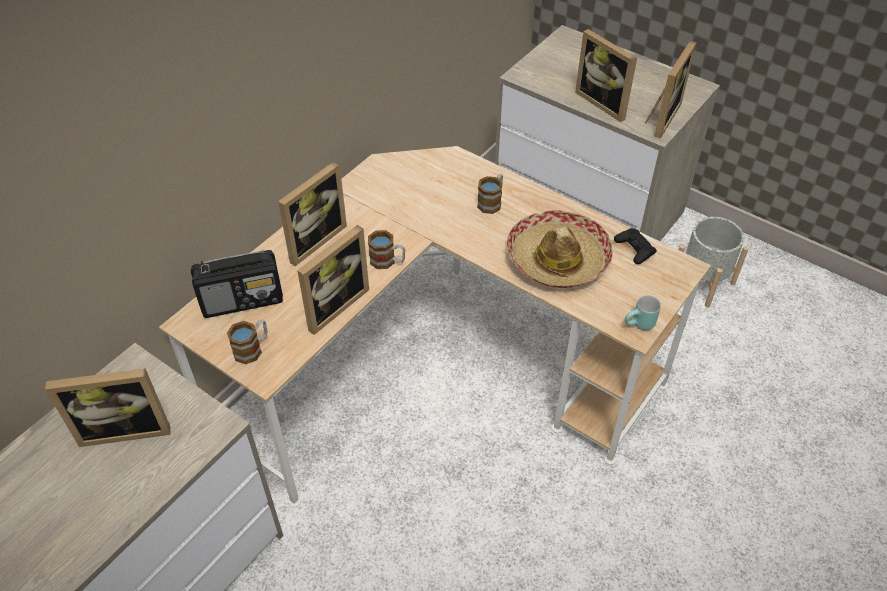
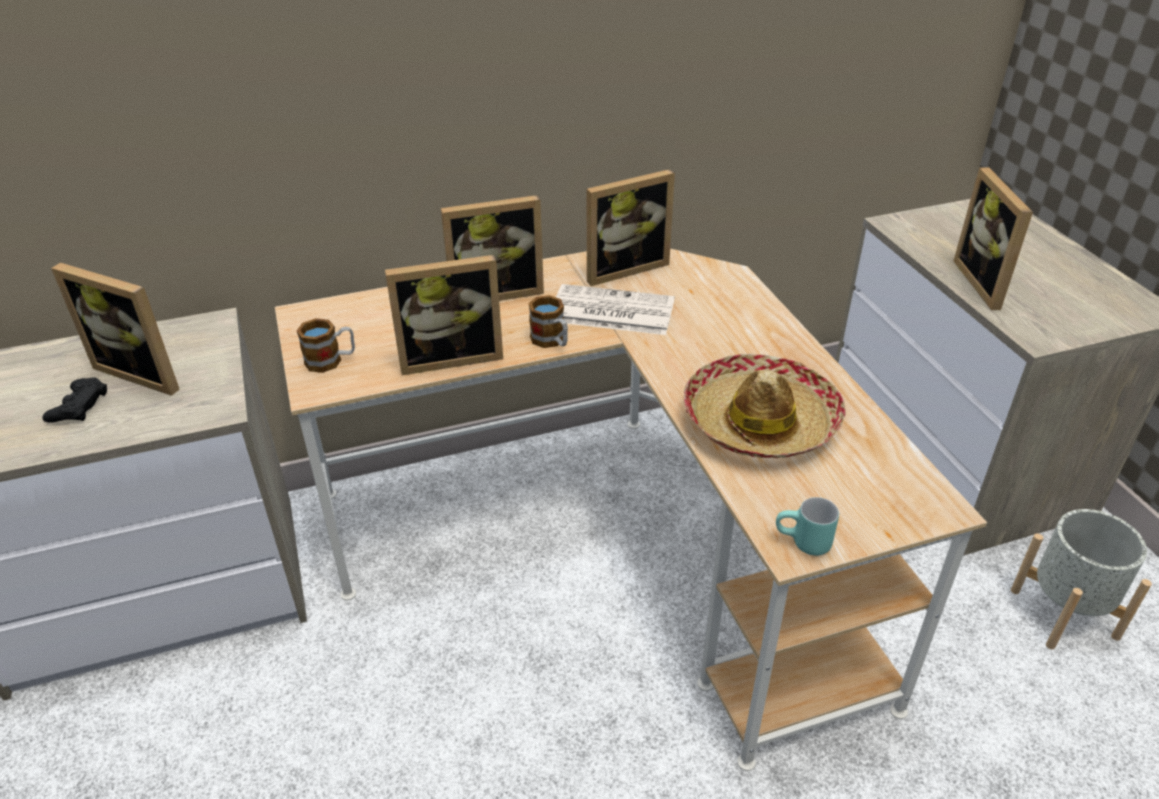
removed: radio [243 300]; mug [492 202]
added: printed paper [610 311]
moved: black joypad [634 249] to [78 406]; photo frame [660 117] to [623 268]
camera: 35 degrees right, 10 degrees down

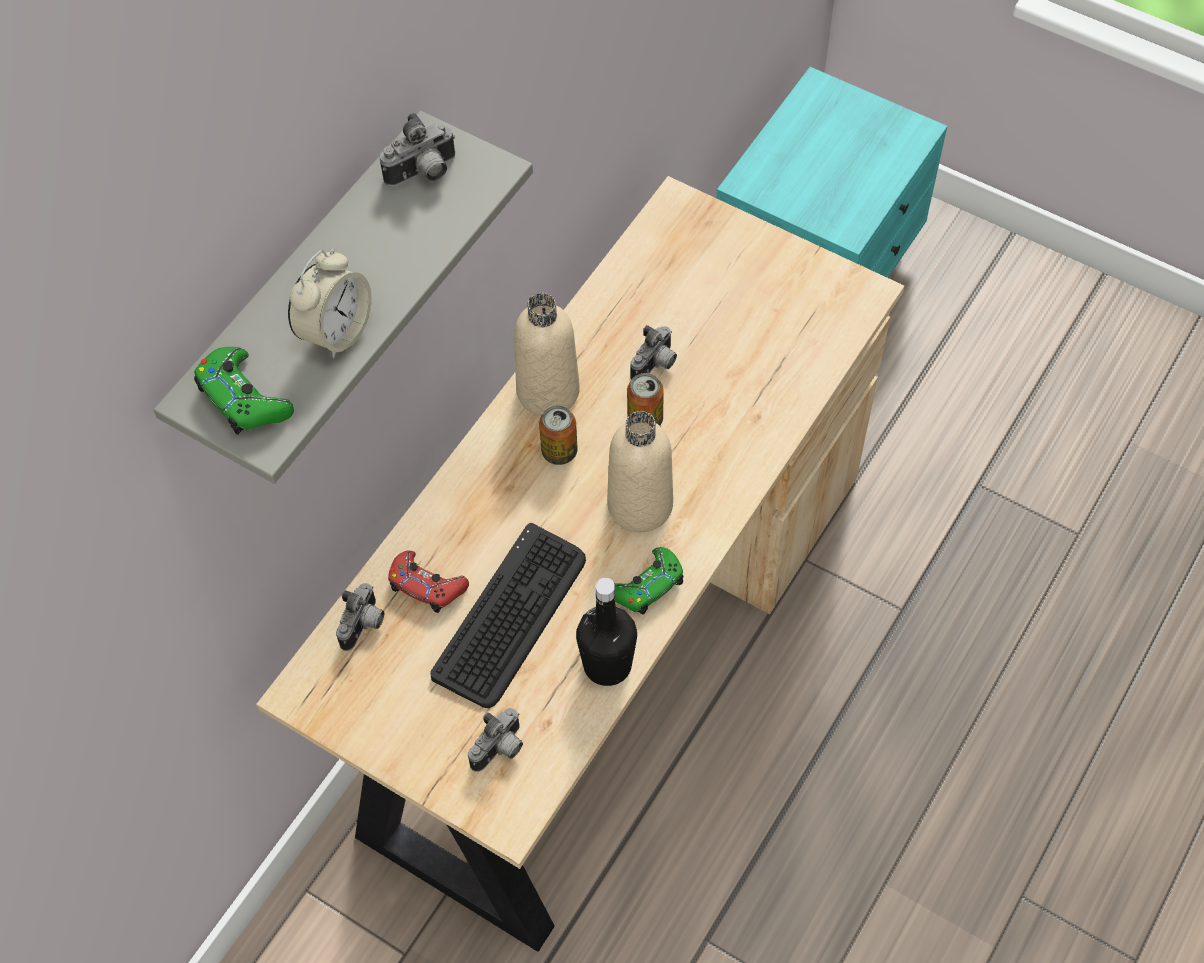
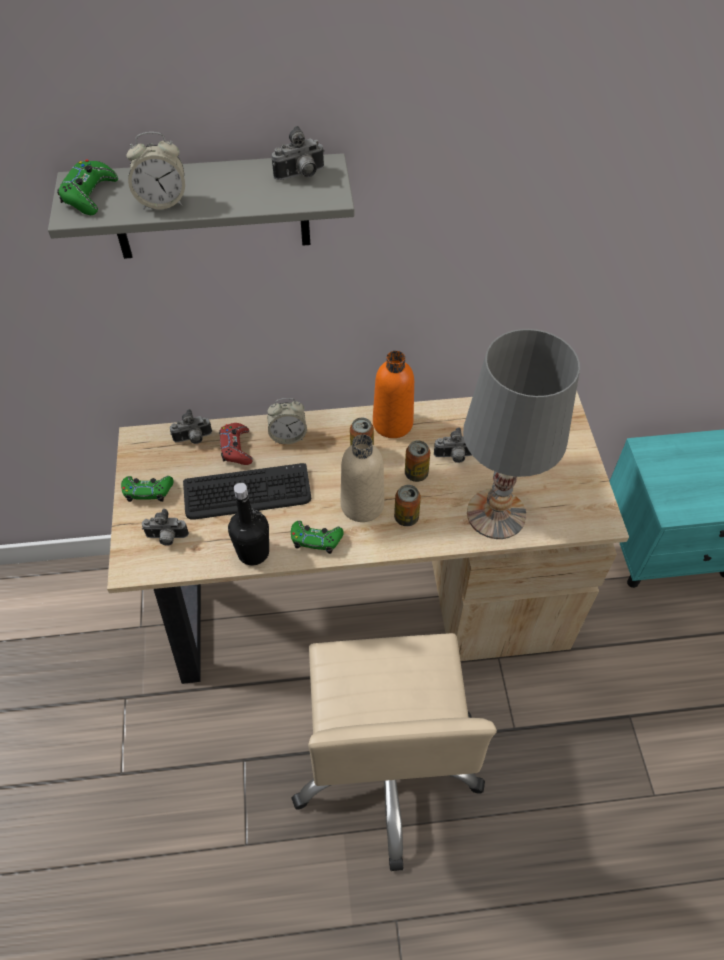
added: green-coloured joypad [148 491]; table clock [288 436]; sand-coloured office chair [387 766]; sealed can [406 517]; grey tabletop lamp [496 514]
recoloured: sand-coloured beverage bottle [548 391] to orangey beverage bottle [392 423]
turned: photo camera [423 174] = [301 176] 45 degrees counterclockwise
camera: 50 degrees right, 5 degrees down

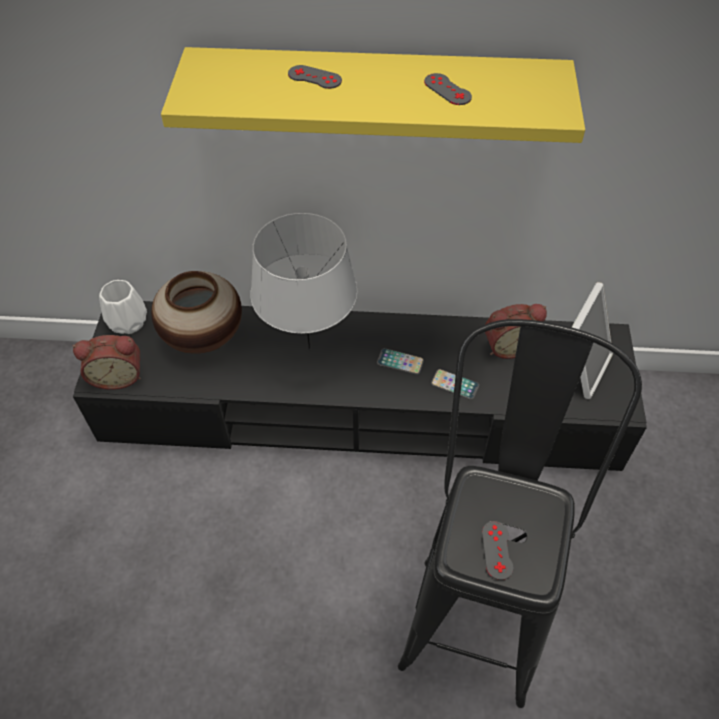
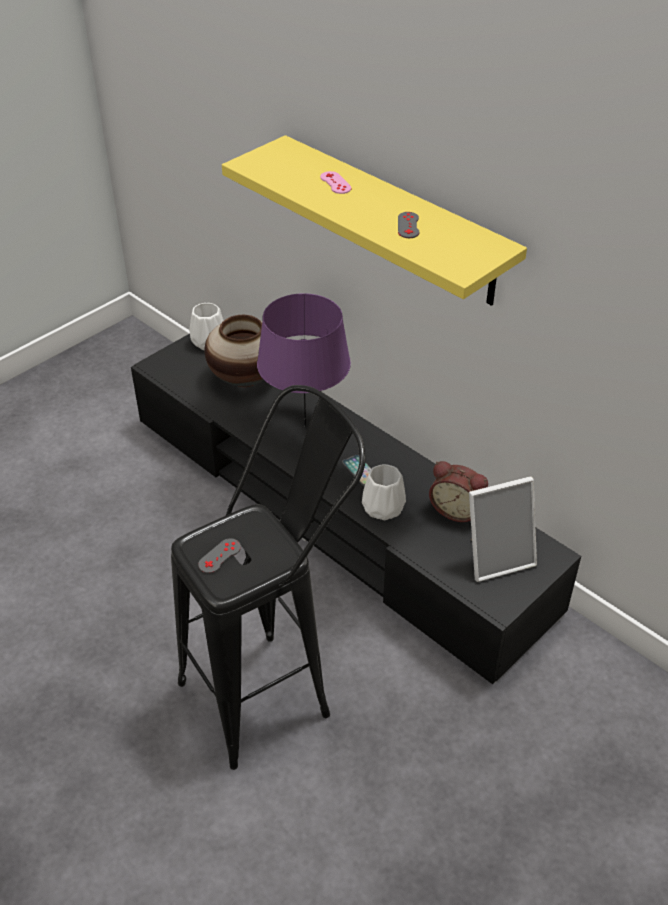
removed: table clock [118 375]
replaced: handset [454 385] to white flower vase [383 509]
recoloured: grey tabletop lamp [309 350] to purplish tabletop lamp [305 426]; grey joypad [314 77] to pink joypad [335 183]
camera: 40 degrees right, 10 degrees down

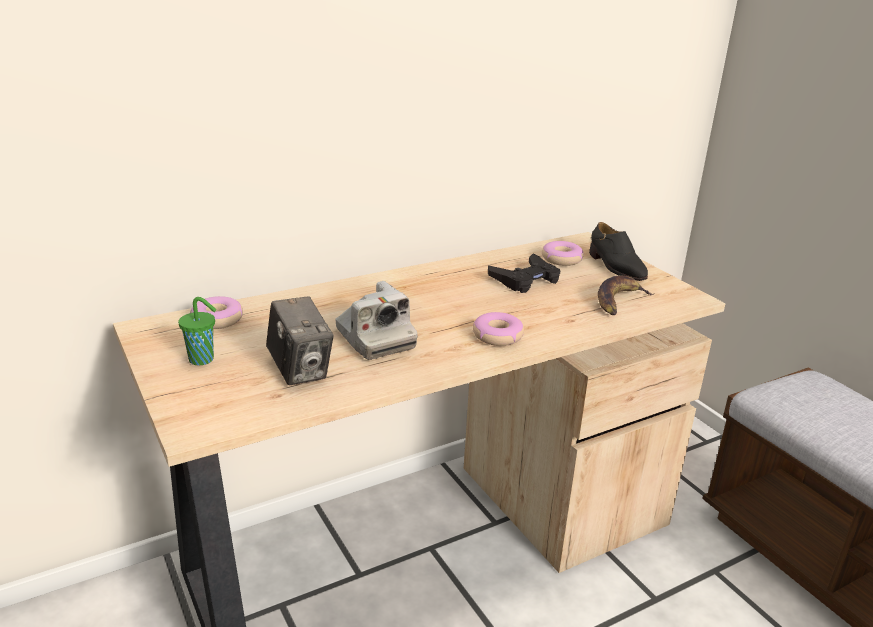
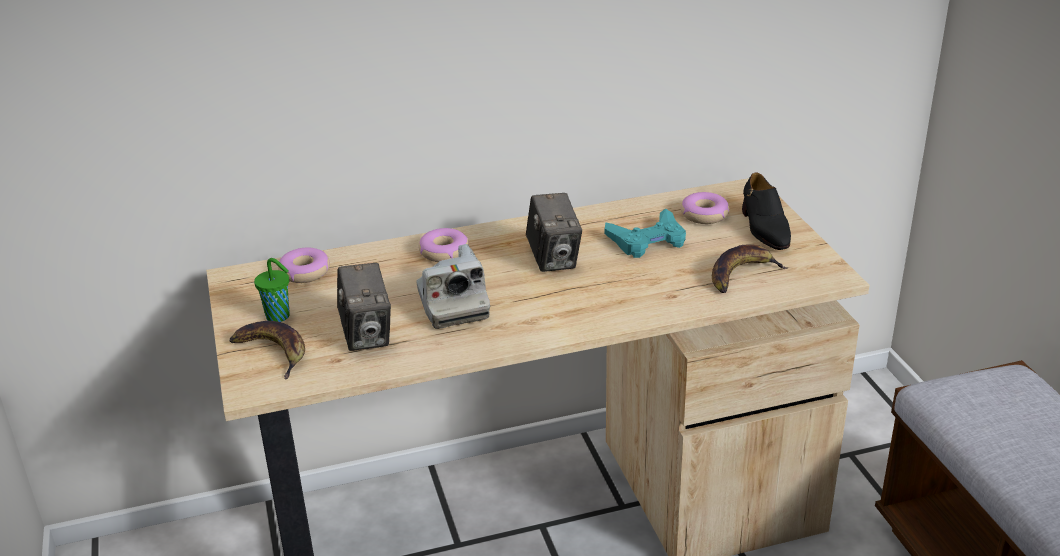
added: whole banana [273 352]; photo camera [554 259]
moved: doughnut [497 336] to [444 252]
recoloured: black joypad [525 279] to turquoise joypad [647 240]
camera: 15 degrees right, 5 degrees up

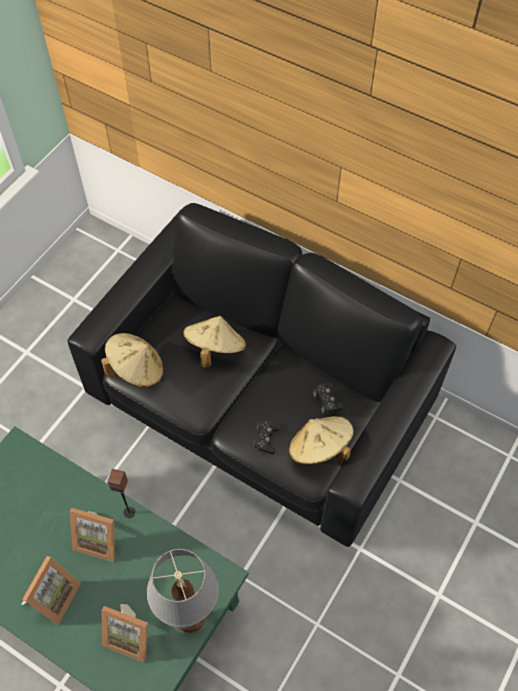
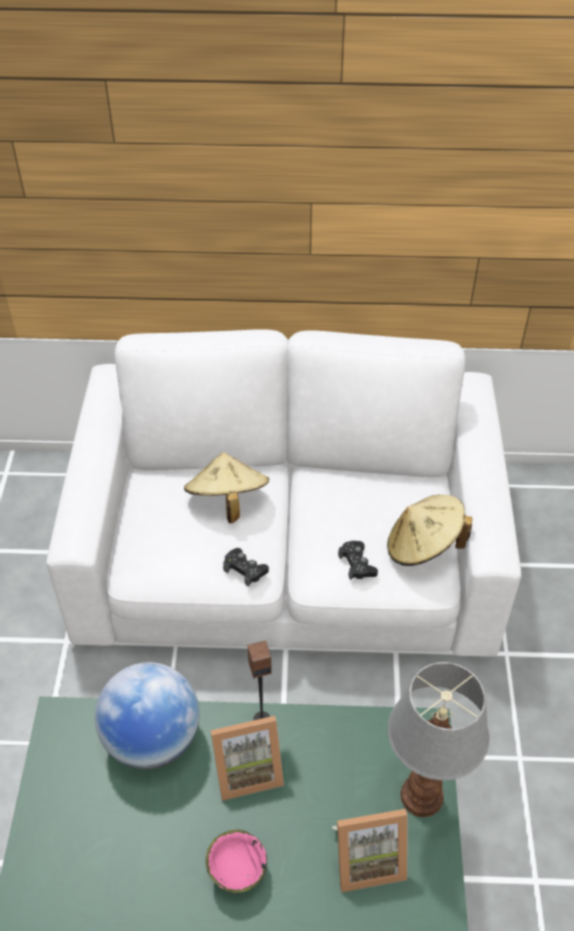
removed: sand-coloured clothing hat [136 370]
added: desk globe [152 738]
moved: black joypad [327 400] to [245 569]
replaced: photo frame [53 596] to pink deep dish [236 870]
recoloured: black sofa [259 399] to white sofa [287 555]
camera: 30 degrees left, 10 degrees down

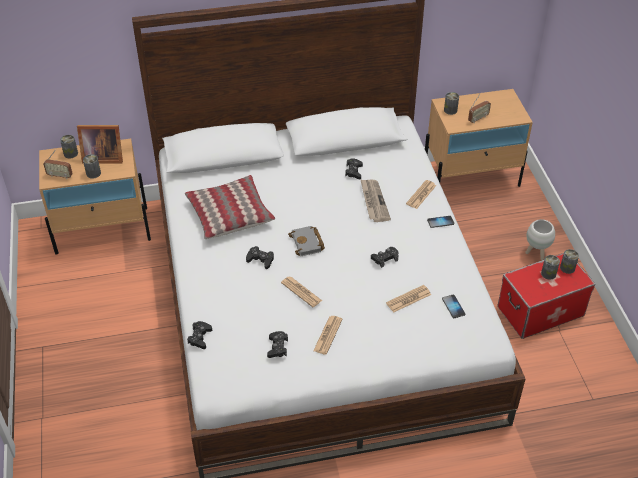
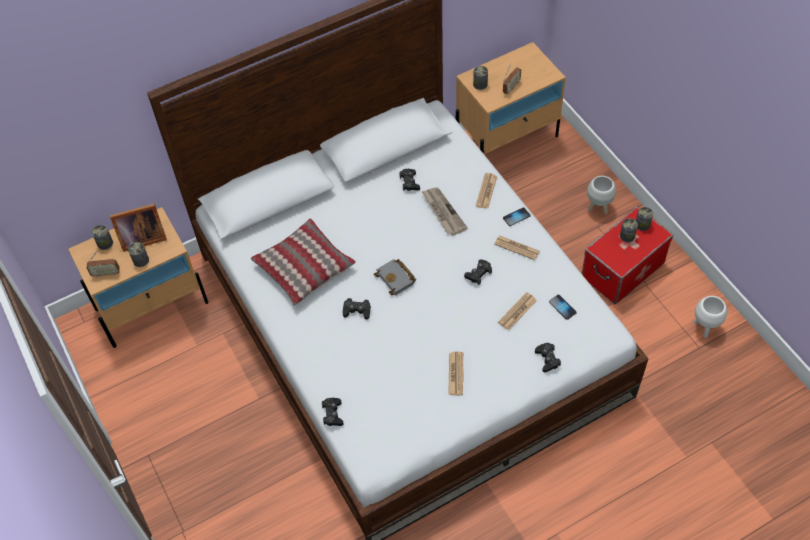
added: white flower pot [704 328]
moved: black joypad [277 347] to [547 359]; printed paper [301 292] to [517 248]
camera: 15 degrees left, 10 degrees up

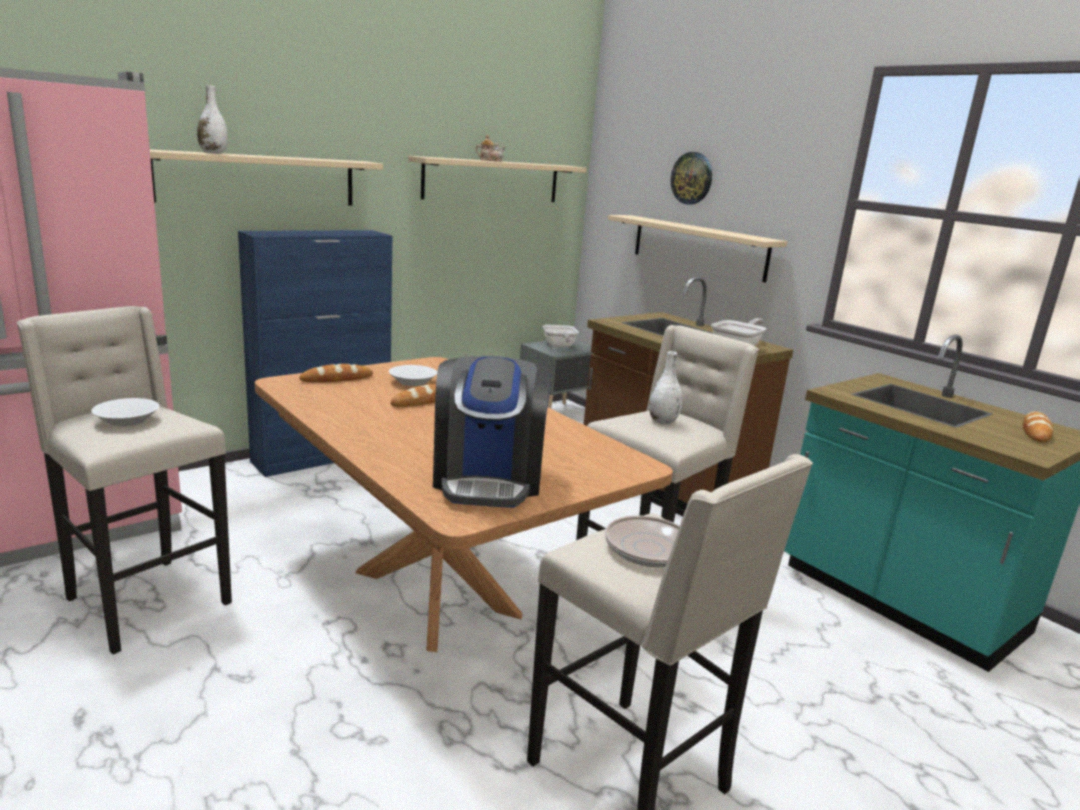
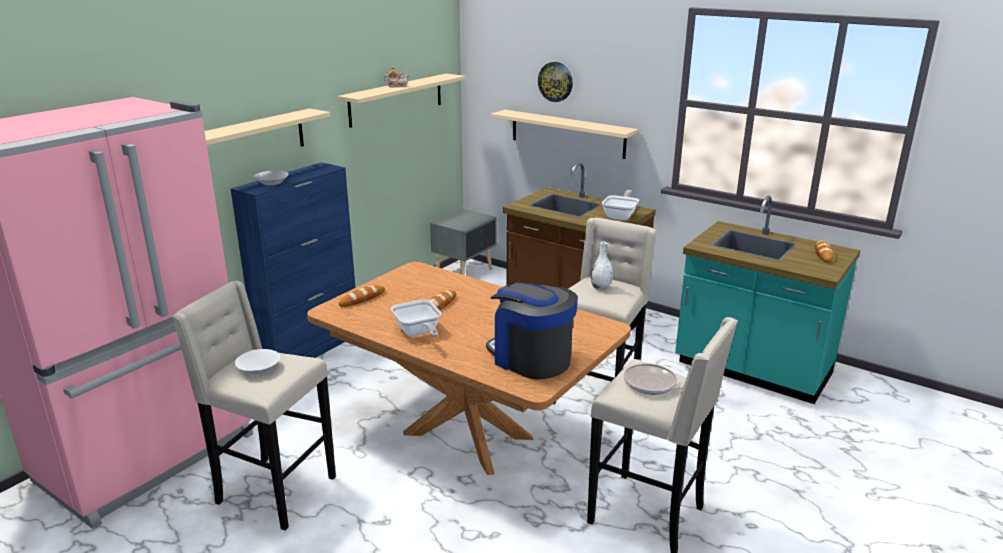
removed: white flower vase [213 153]
moved: white deep dish [412 382] to [271 183]; pan [559 346] to [418 333]
turned: coffee maker [488 479] = [530 358] 150 degrees clockwise
camera: 15 degrees left, 5 degrees up

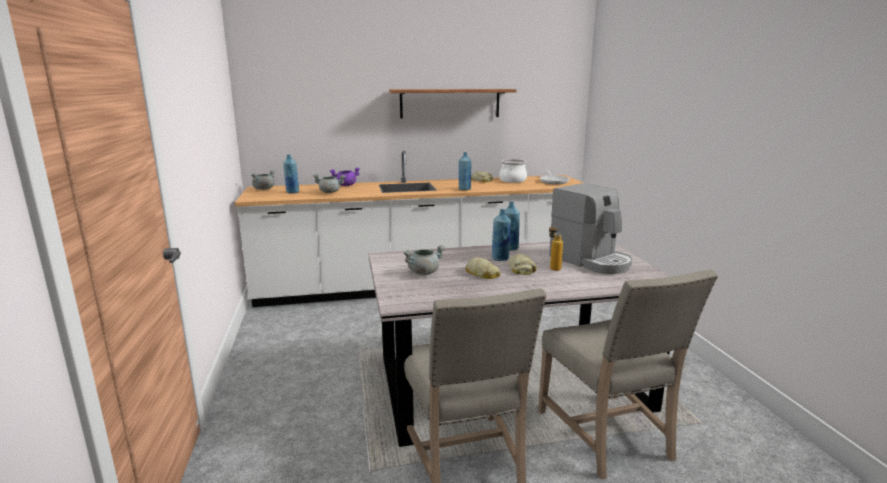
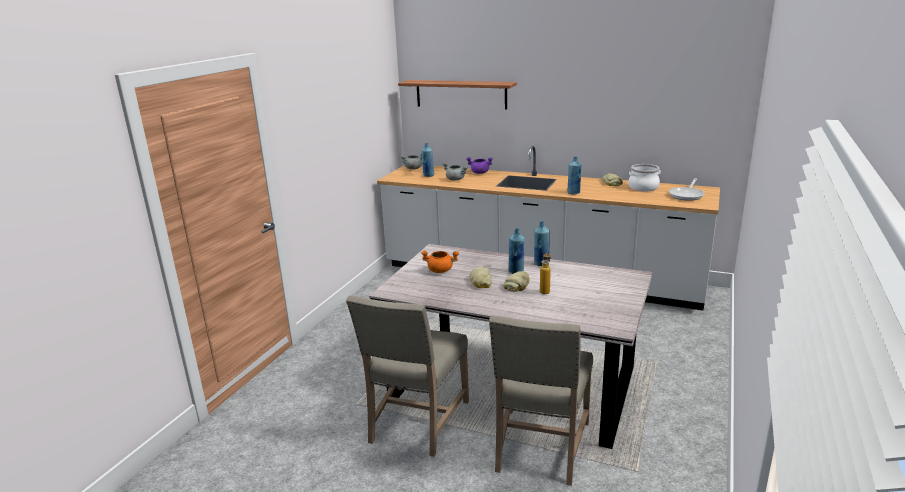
removed: coffee maker [591 261]
moved: wall shelf [450 103] to [461 94]
recoloured: grey cooking pot [424 272] to orangey cooking pot [440 270]
camera: 35 degrees right, 5 degrees up

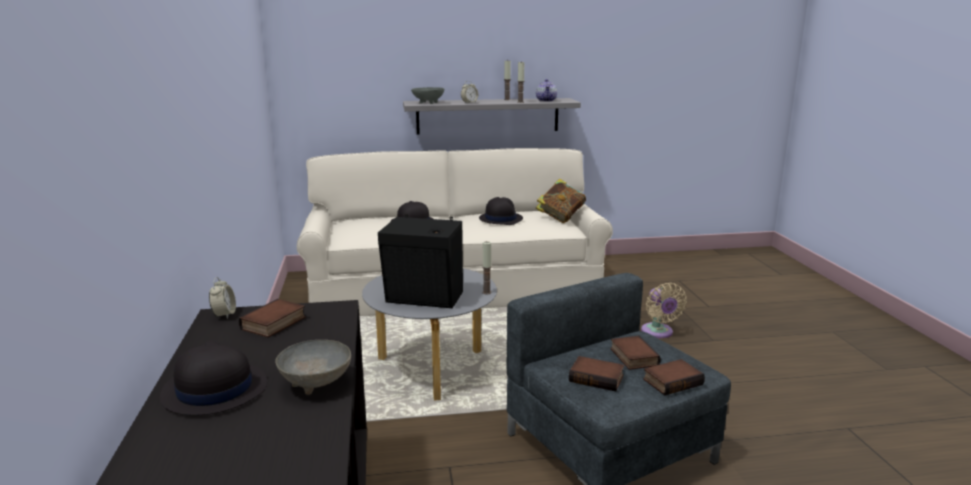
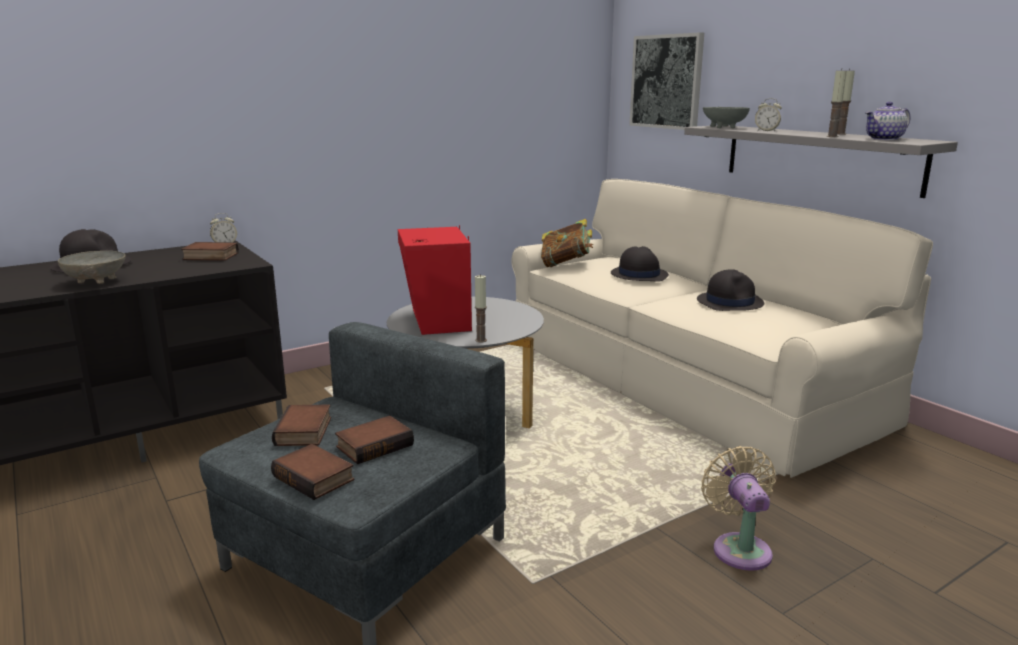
added: picture [666 82]
moved: bound book [560 218] to [566 265]
recoloured: black speaker [425 298] to red speaker [436 321]
turned: sand-coloured electric fan [658 332] = [739 548] 120 degrees clockwise
camera: 65 degrees right, 0 degrees up

